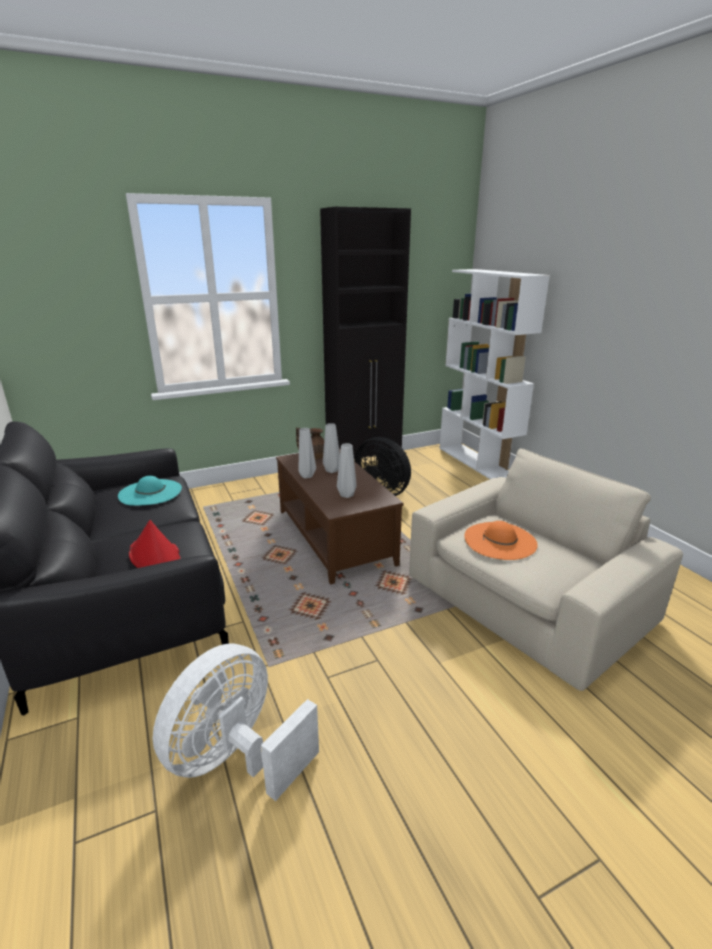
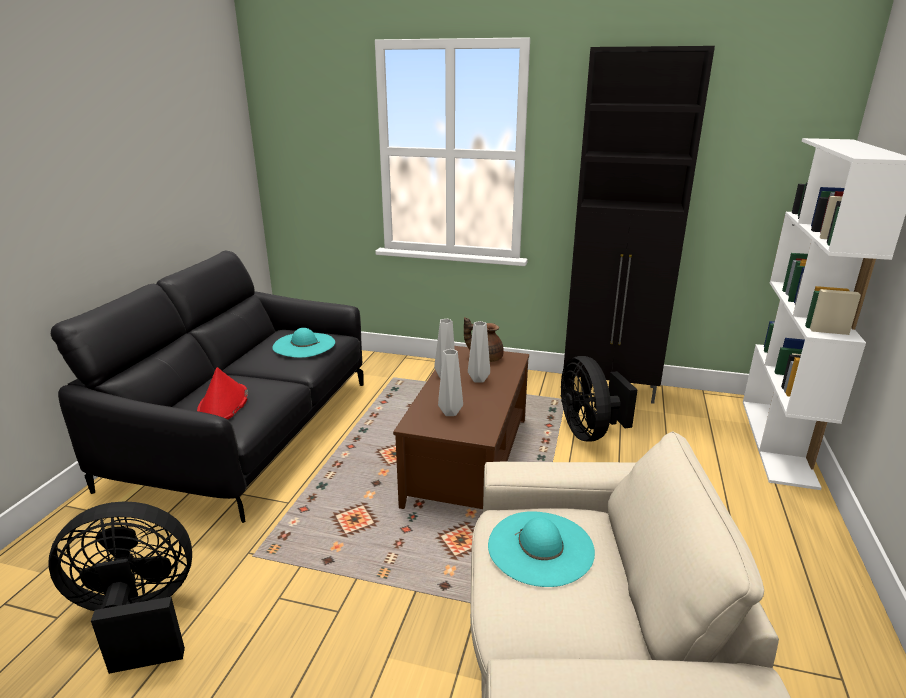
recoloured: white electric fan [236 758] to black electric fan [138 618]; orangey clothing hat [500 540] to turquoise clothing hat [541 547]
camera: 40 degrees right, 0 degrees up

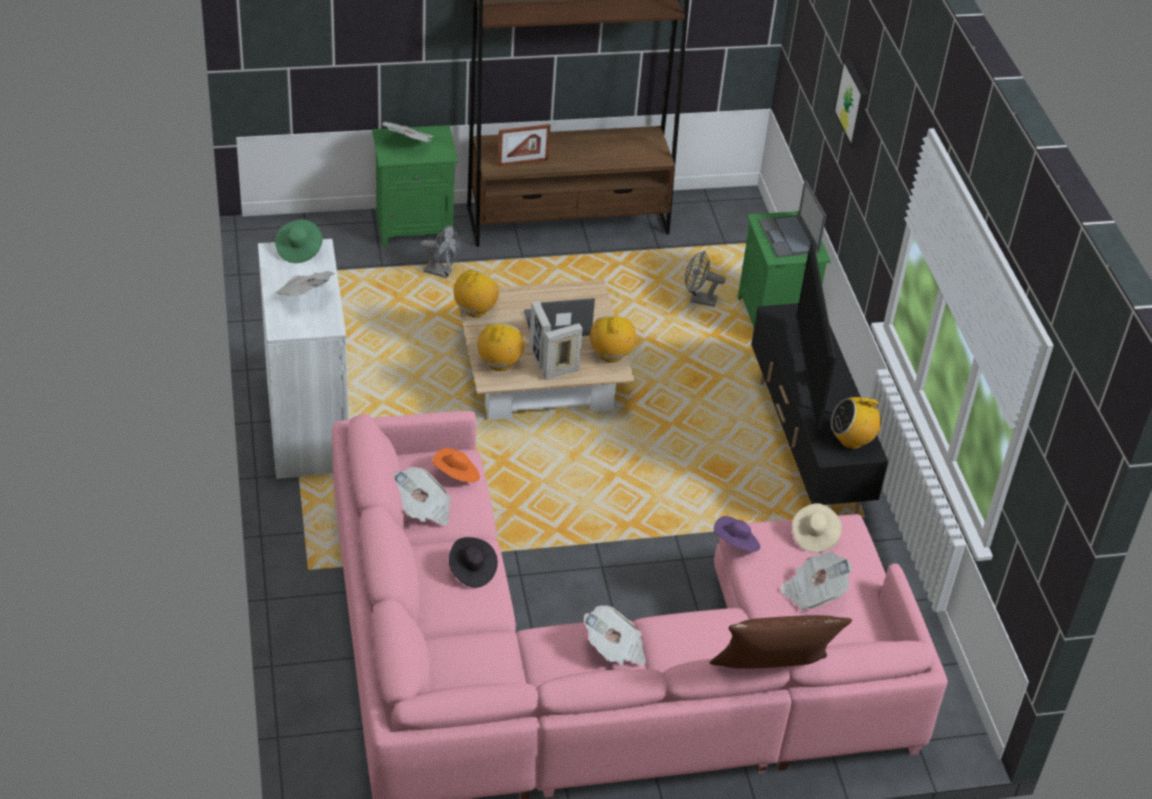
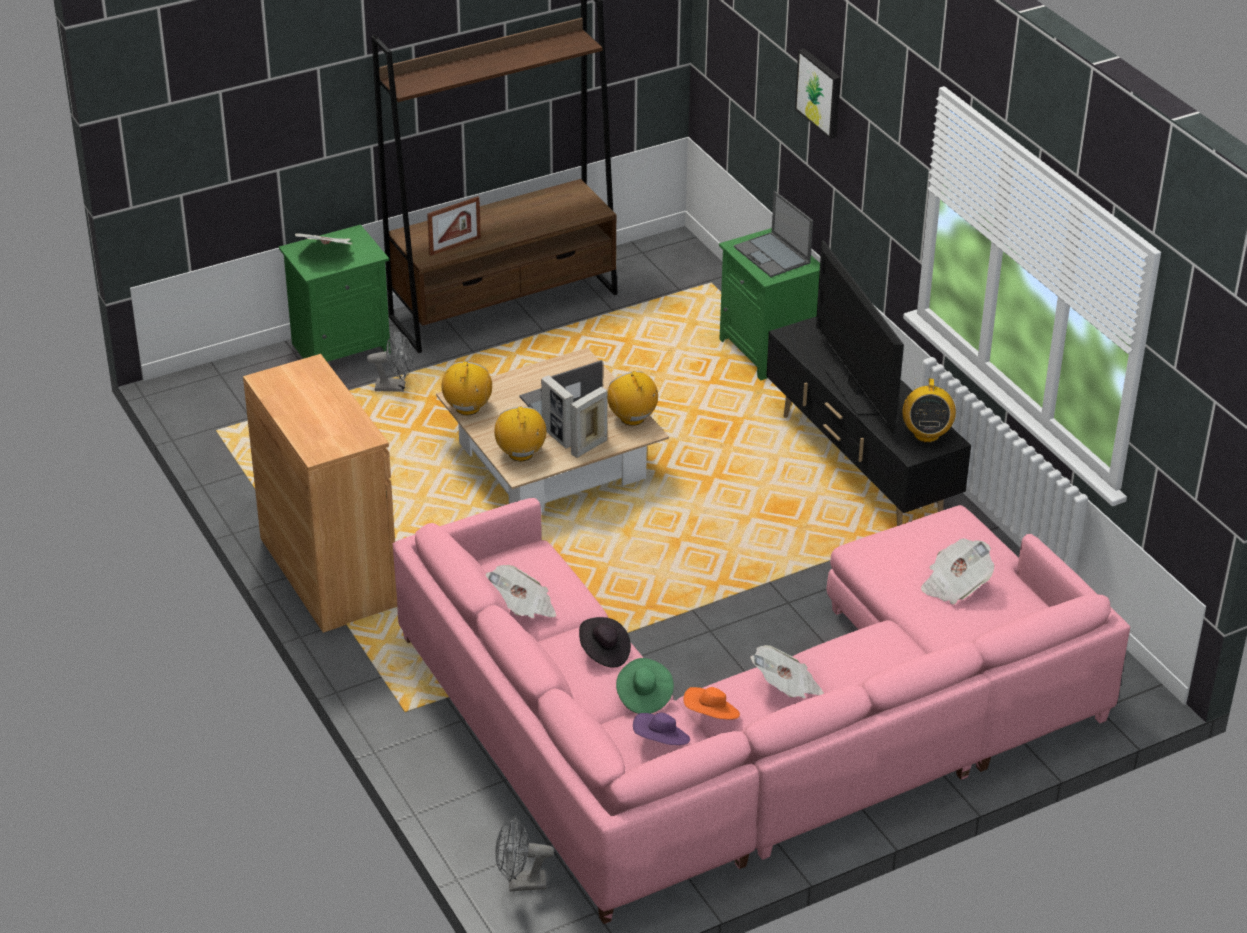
removed: printed paper [305 295]; brown cushion [772 675]; sand-coloured clothing hat [814 536]
moved: green-coloured clothing hat [299 250] to [643 696]; orangey clothing hat [456 475] to [711 716]; grey electric fan [698 300] to [520 884]; purplish clothing hat [736 544] to [661 741]
recoloured: white cupboard [307 425] to brown cupboard [328 572]
turned: radio [851 440] = [926 434] 60 degrees counterclockwise
camera: 15 degrees left, 5 degrees down

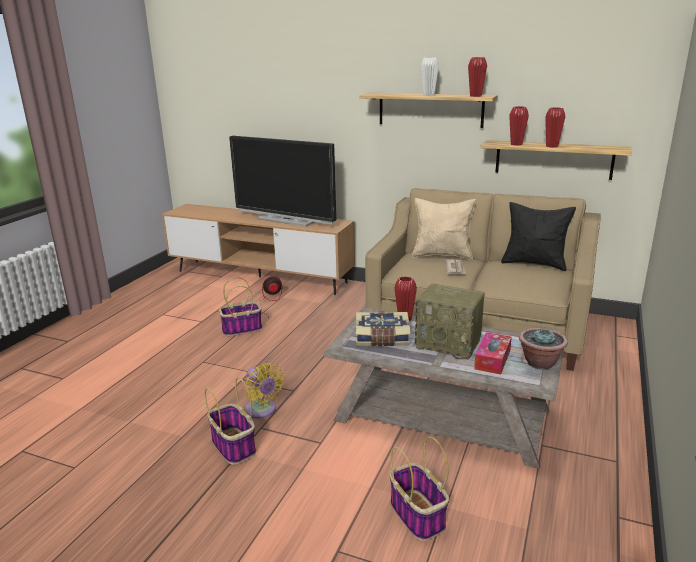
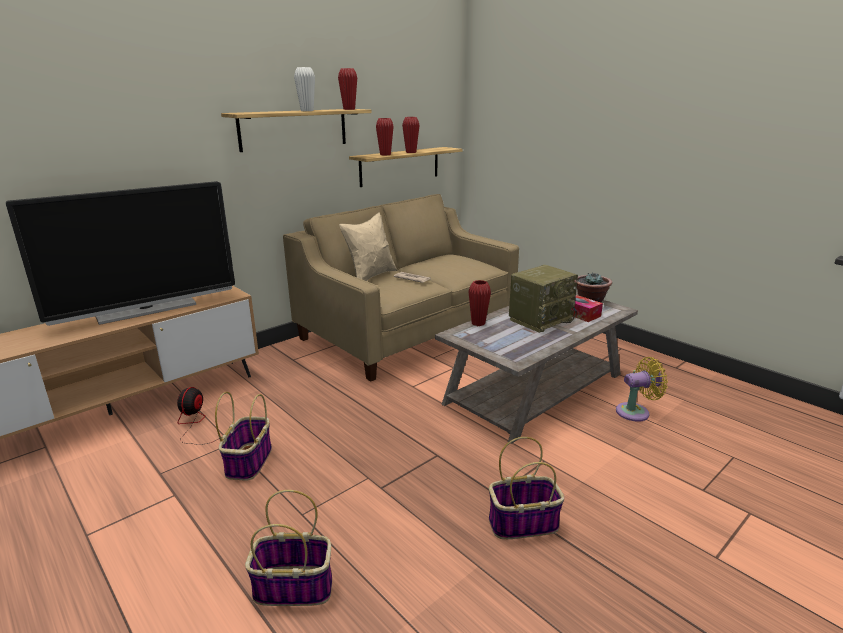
removed: bound book [382 339]; black cushion [534 263]
moved: yellowish electric fan [262 411] to [636 412]; storage basket [418 516] to [295 587]
camera: 65 degrees left, 0 degrees up

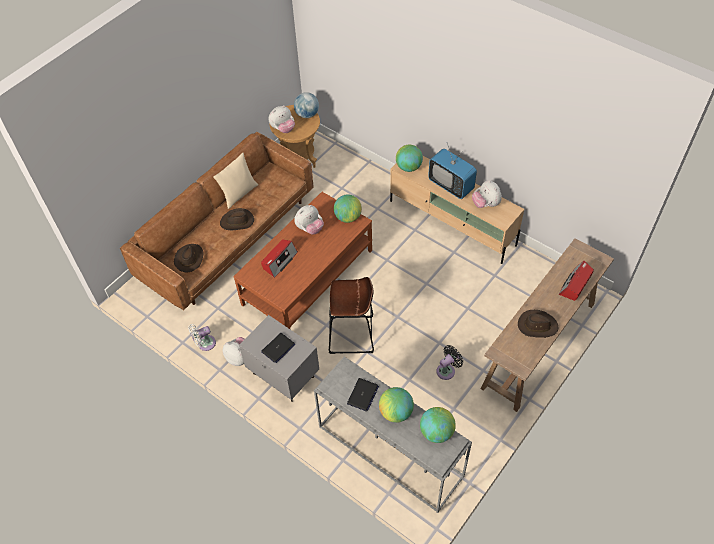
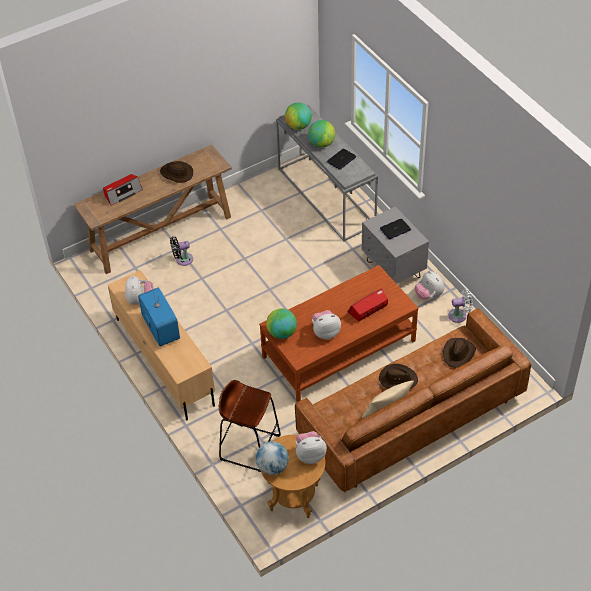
removed: desk globe [408 167]
moved: brown stool seat [351 335] to [250 447]; black electric fan [447 370] to [182 259]
camera: 160 degrees left, 5 degrees down

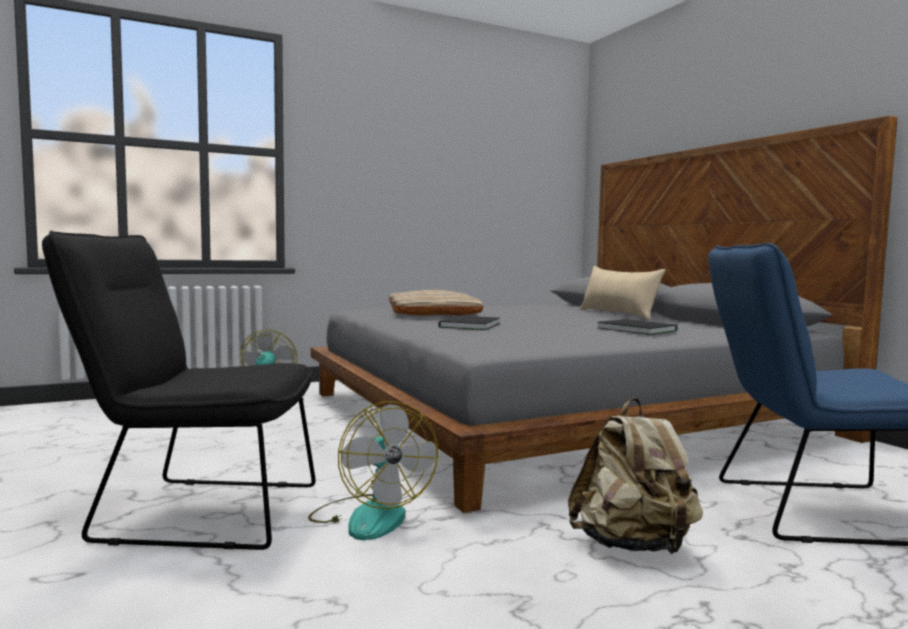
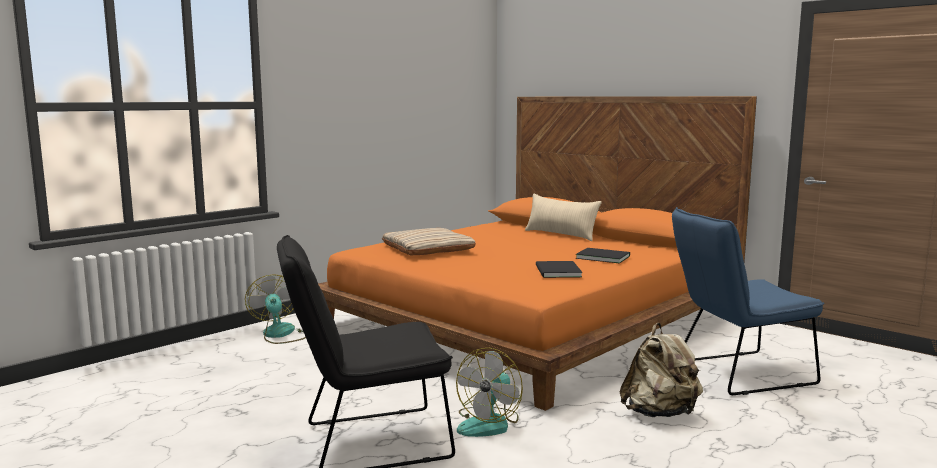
moved: black bound book [467 325] to [557 271]
recoloured: grey bed [558 414] to orangey bed [529 321]
turned: electric fan [370 516] = [489 423] 75 degrees clockwise
camera: 20 degrees left, 5 degrees up

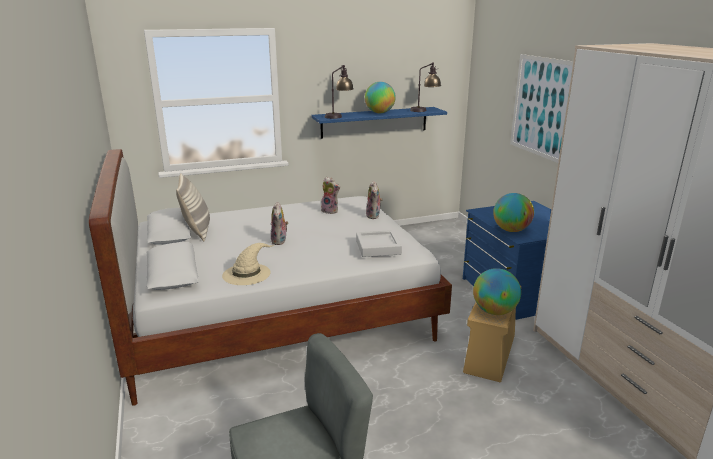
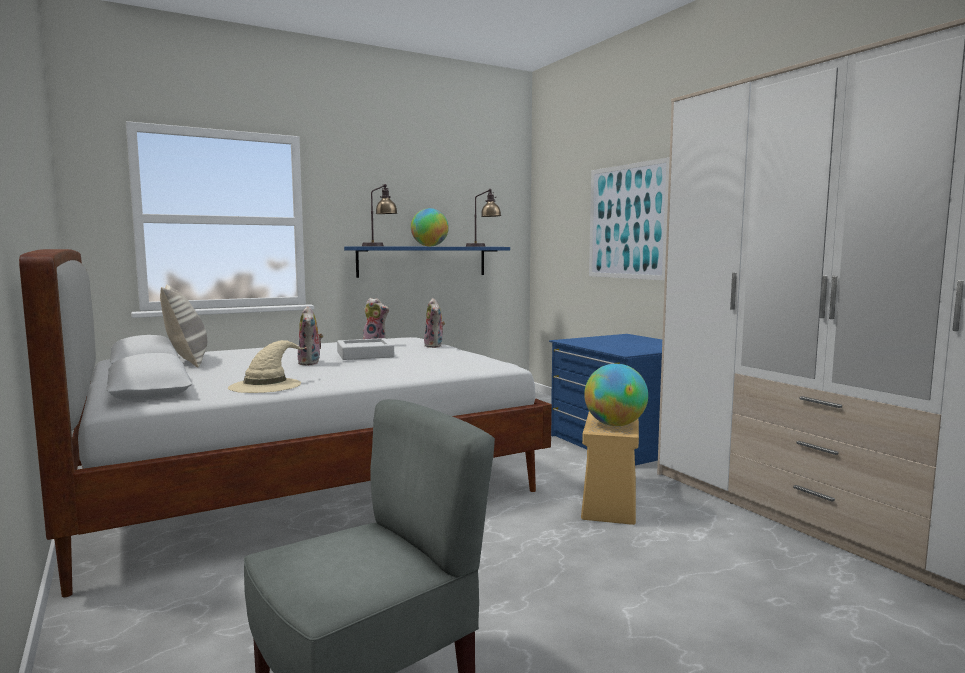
removed: desk globe [511 230]
moved: grey tray [378 247] to [365 354]
camera: 10 degrees left, 15 degrees down

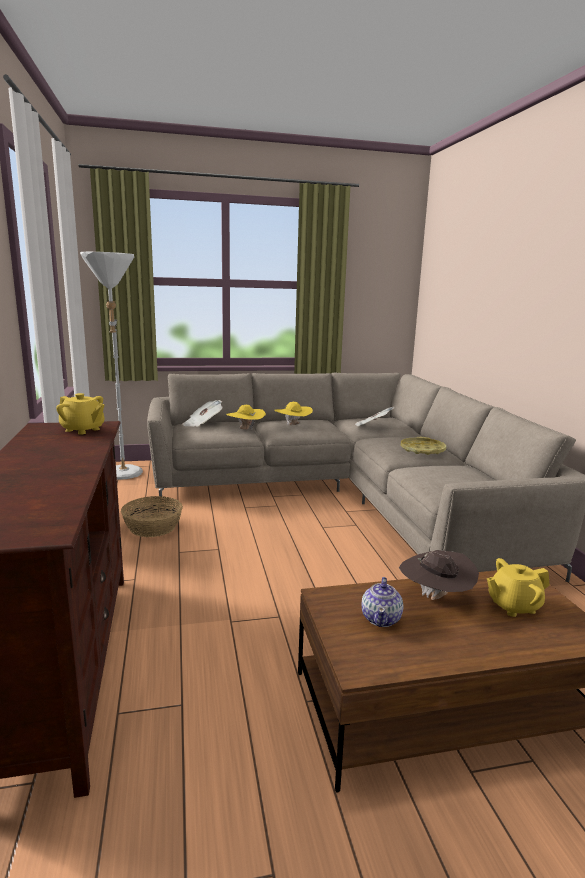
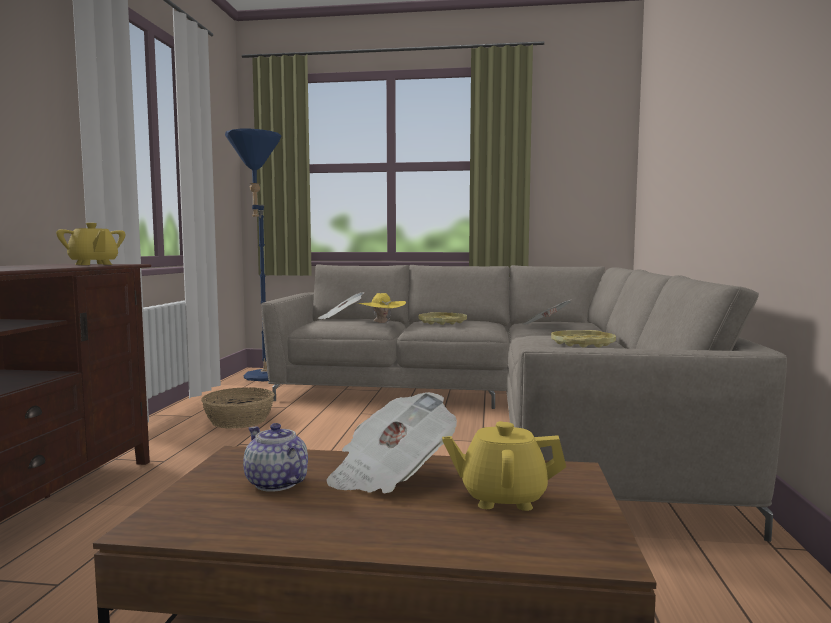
replaced: yellowish clothing hat [293 426] to yellowish tray [442 322]; brown clothing hat [435 598] to printed paper [390 474]
recoloured: white standard lamp [122 476] to blue standard lamp [261 379]
turned: pot for tea [381 618] = [276 483] 105 degrees clockwise
camera: 20 degrees right, 10 degrees down

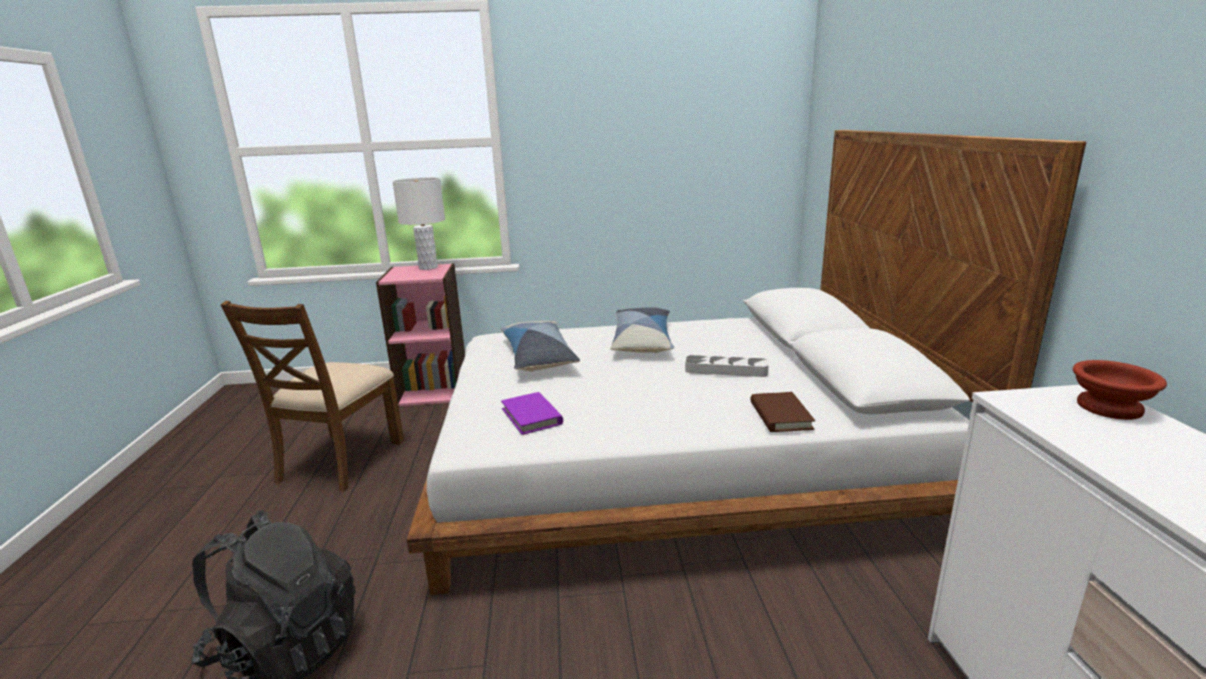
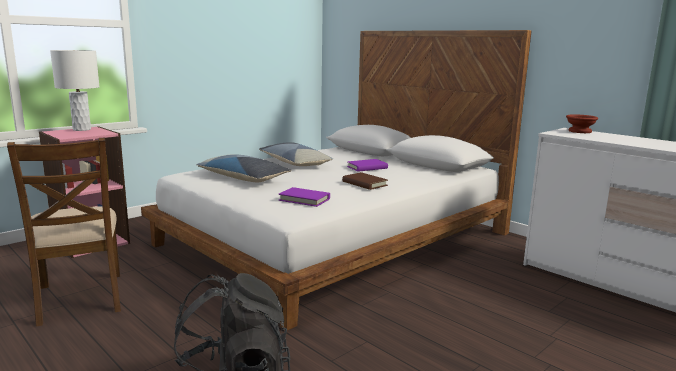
moved: brown bound book [780 415] to [364 183]
replaced: grey tray [726 370] to purplish bound book [367 167]
camera: 40 degrees left, 5 degrees down

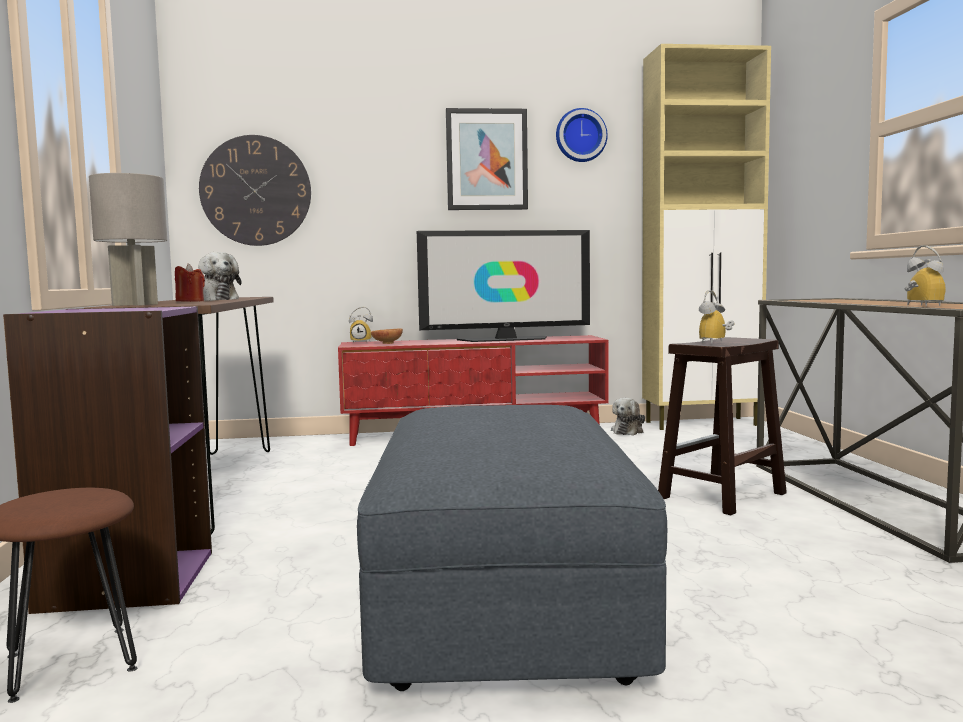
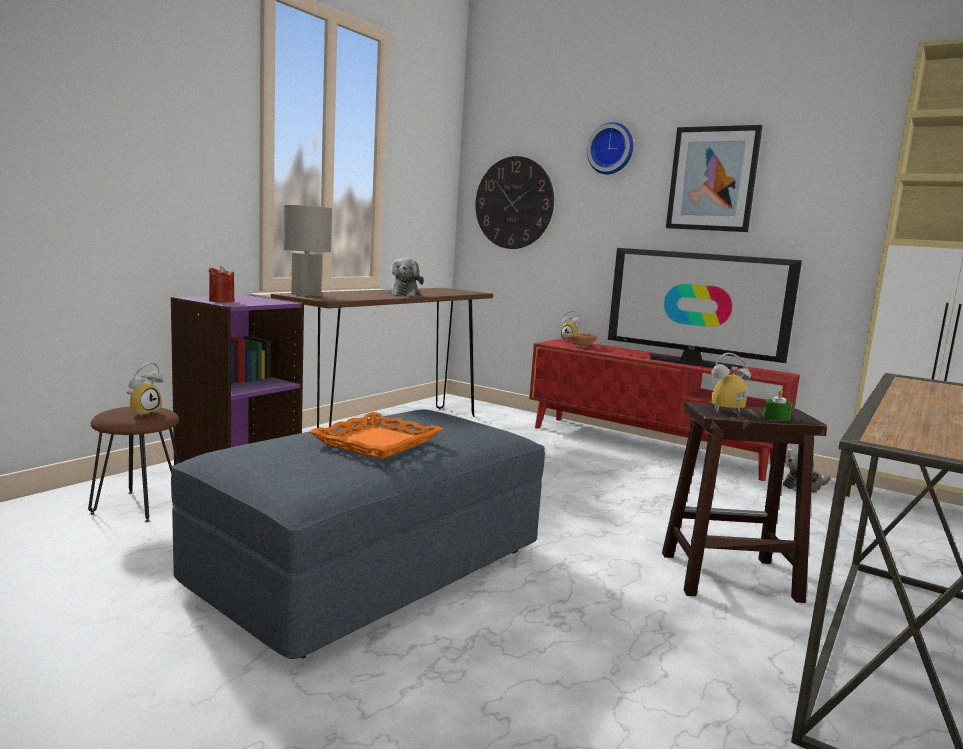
added: orangey tray [376 442]; green-coloured candle [776 417]
moved: red candle [190 301] to [221 301]; hanging clock [580 136] to [611 149]; table clock [918 306] to [143 412]
camera: 40 degrees right, 5 degrees up

